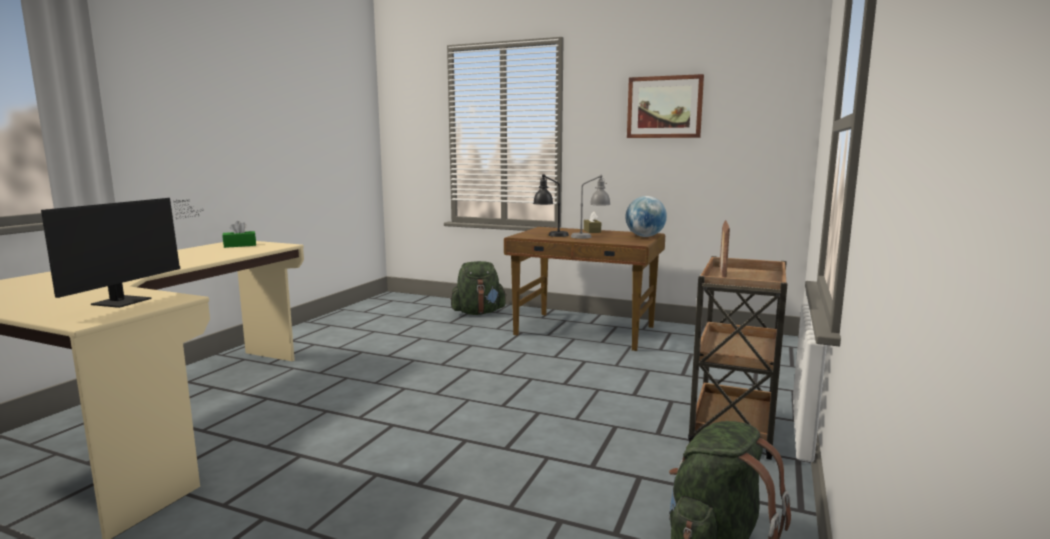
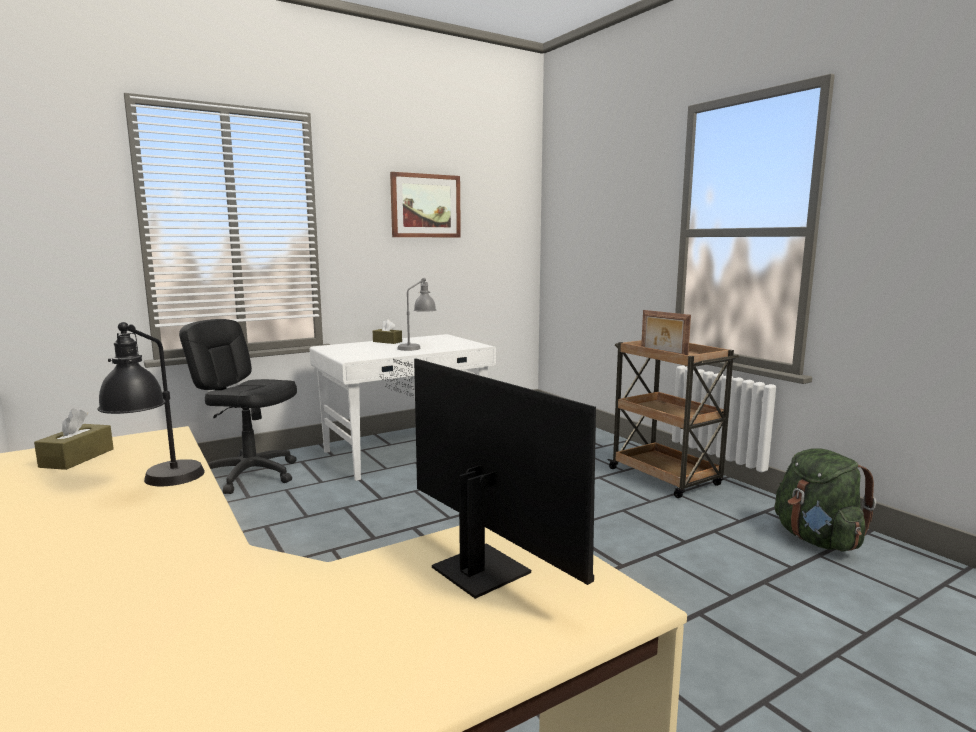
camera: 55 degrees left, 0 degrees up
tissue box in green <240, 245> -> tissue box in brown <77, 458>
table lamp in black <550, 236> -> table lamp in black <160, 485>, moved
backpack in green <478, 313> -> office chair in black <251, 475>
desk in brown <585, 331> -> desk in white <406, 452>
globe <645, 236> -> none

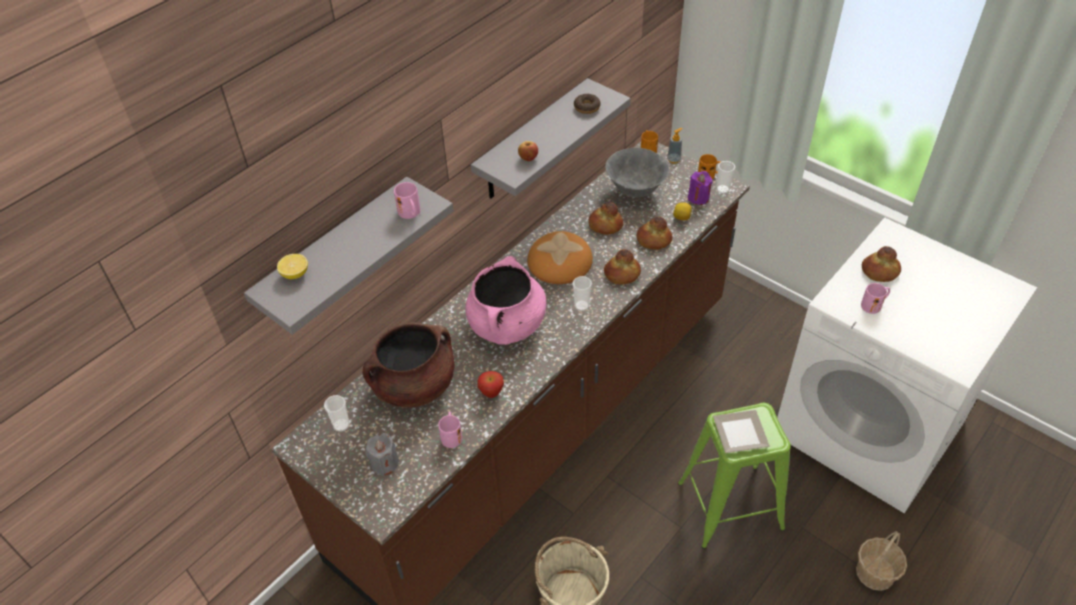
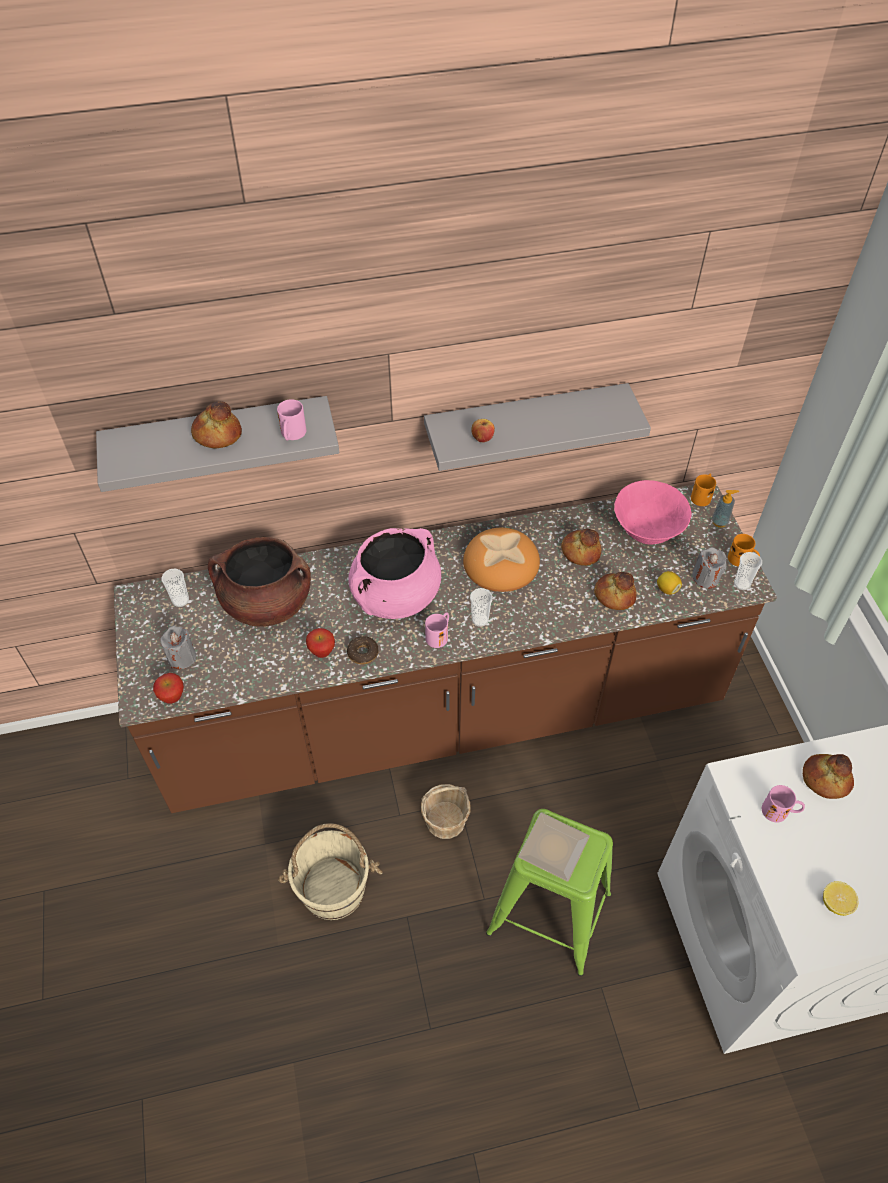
camera: 35 degrees right, 5 degrees up
none -> apple <173, 698>
bread <622, 274> -> bread <217, 435>, moved
donut <587, 107> -> donut <363, 653>, moved
basket <875, 572> -> basket <446, 820>, moved
mug in pink <451, 435> -> mug in pink <439, 635>, moved
bowl in grey <636, 190> -> bowl in pink <646, 533>
candle in purple <698, 197> -> candle in grey <706, 578>
lemon <295, 274> -> lemon <836, 903>, moved

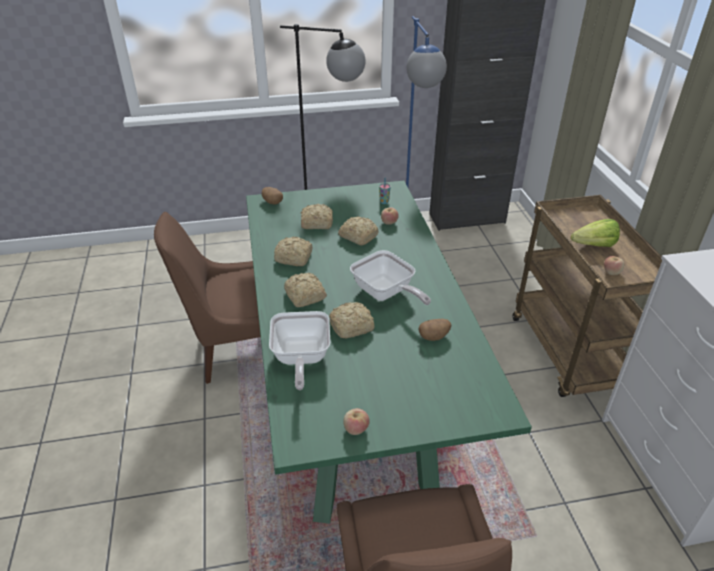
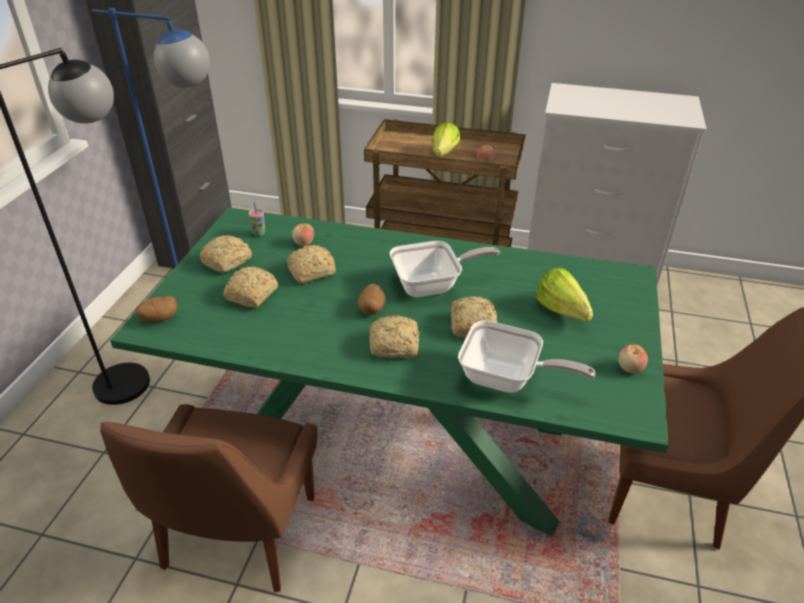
camera: 65 degrees left, 0 degrees up
bread <294, 258> -> bread <228, 261>, moved
potato <434, 336> -> potato <372, 308>, moved
none -> lettuce <564, 314>

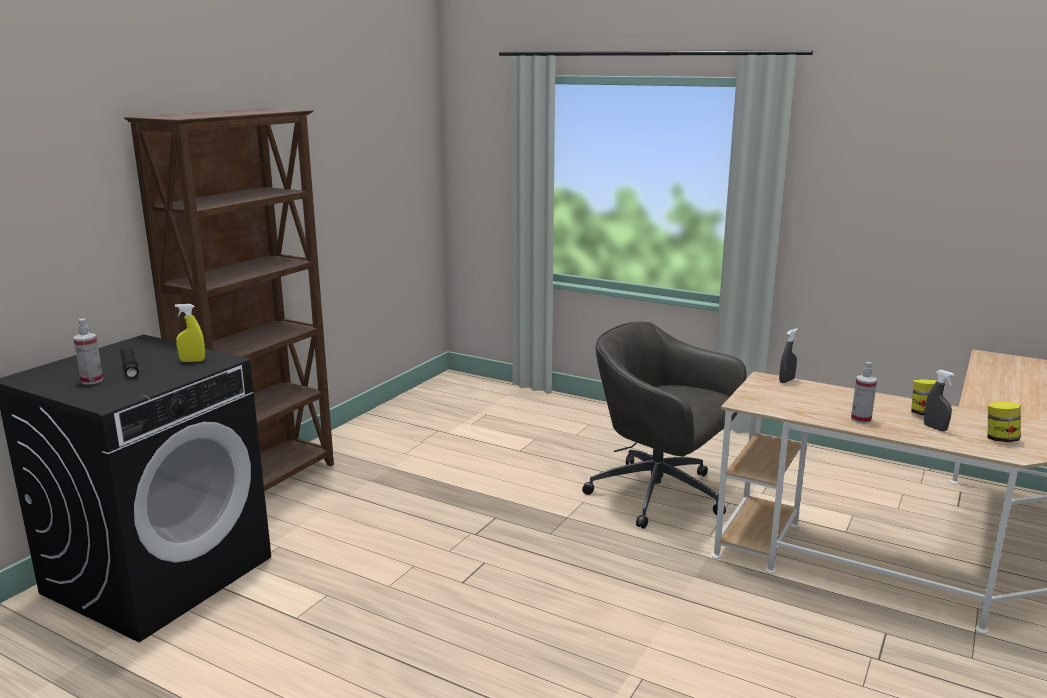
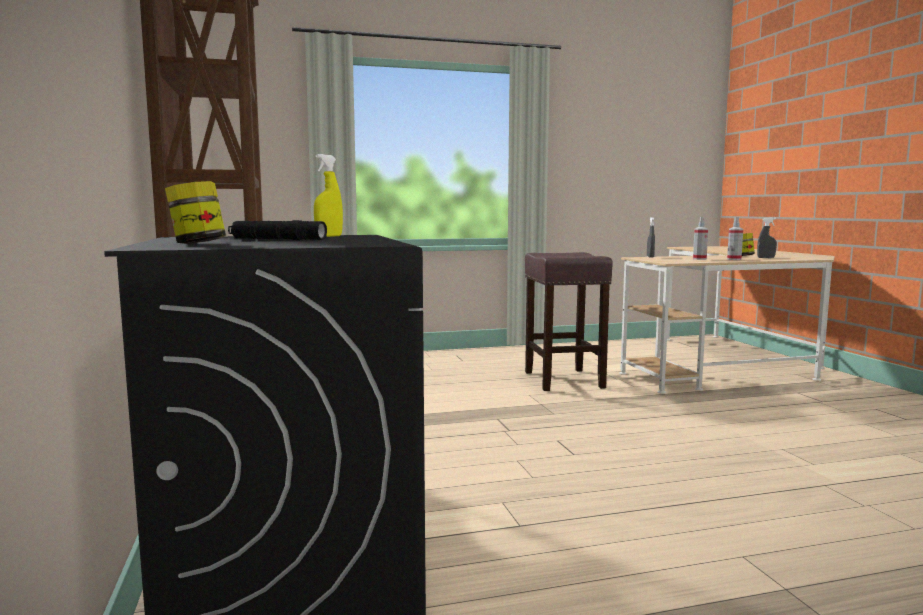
camera: 45 degrees left, 10 degrees down
jar <1000, 439> -> jar <198, 244>, moved
office chair in grey <660, 495> -> stool in brown <562, 379>
spray bottle <92, 381> -> spray bottle <699, 259>, moved

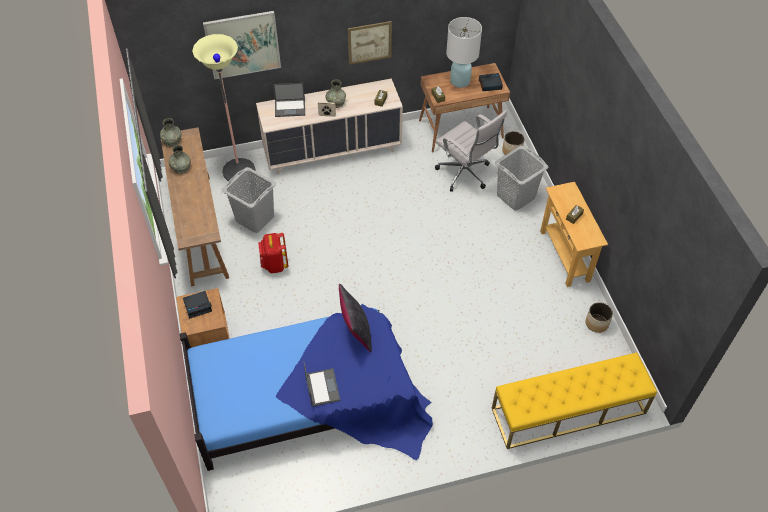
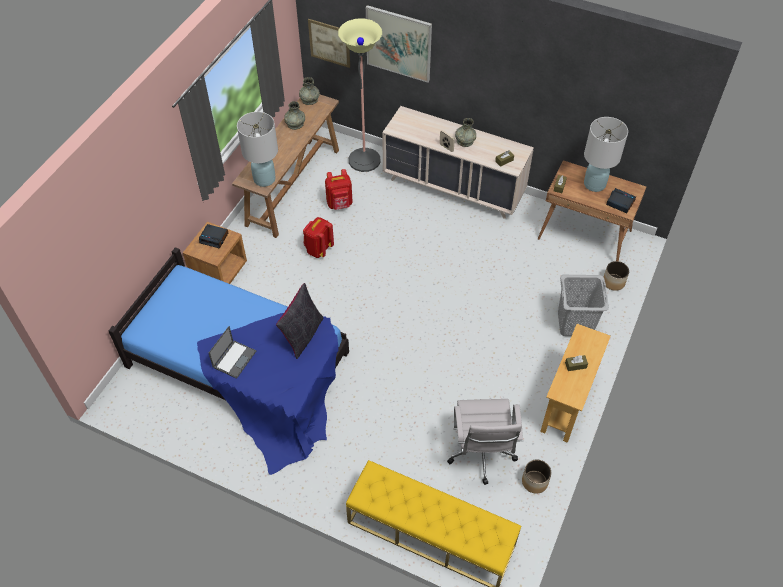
camera: 40 degrees right, 0 degrees up
none -> table lamp in white <264, 179>
picture <369, 42> -> picture <329, 43>, moved
laundry basket in grey <255, 218> -> backpack in red <340, 204>
office chair in white <465, 175> -> office chair in white <481, 455>, moved
laptop <290, 107> -> none

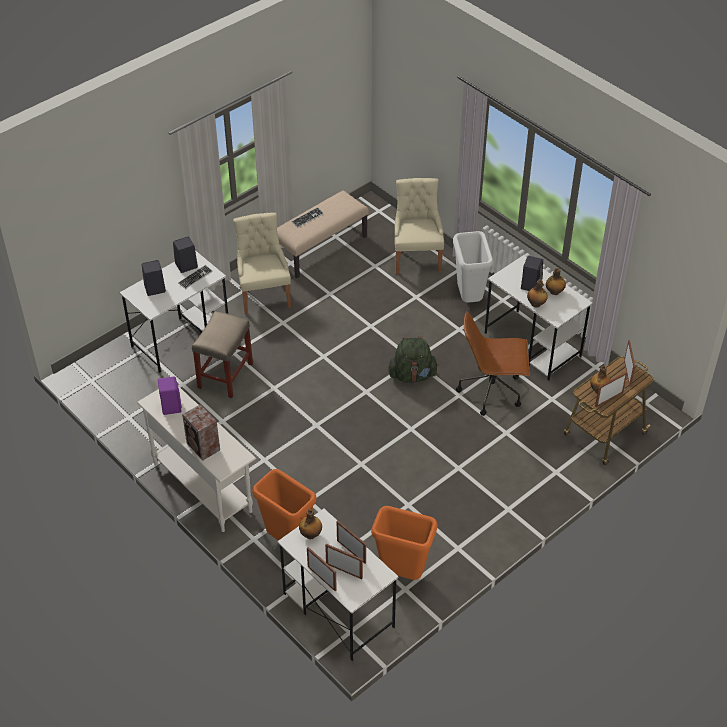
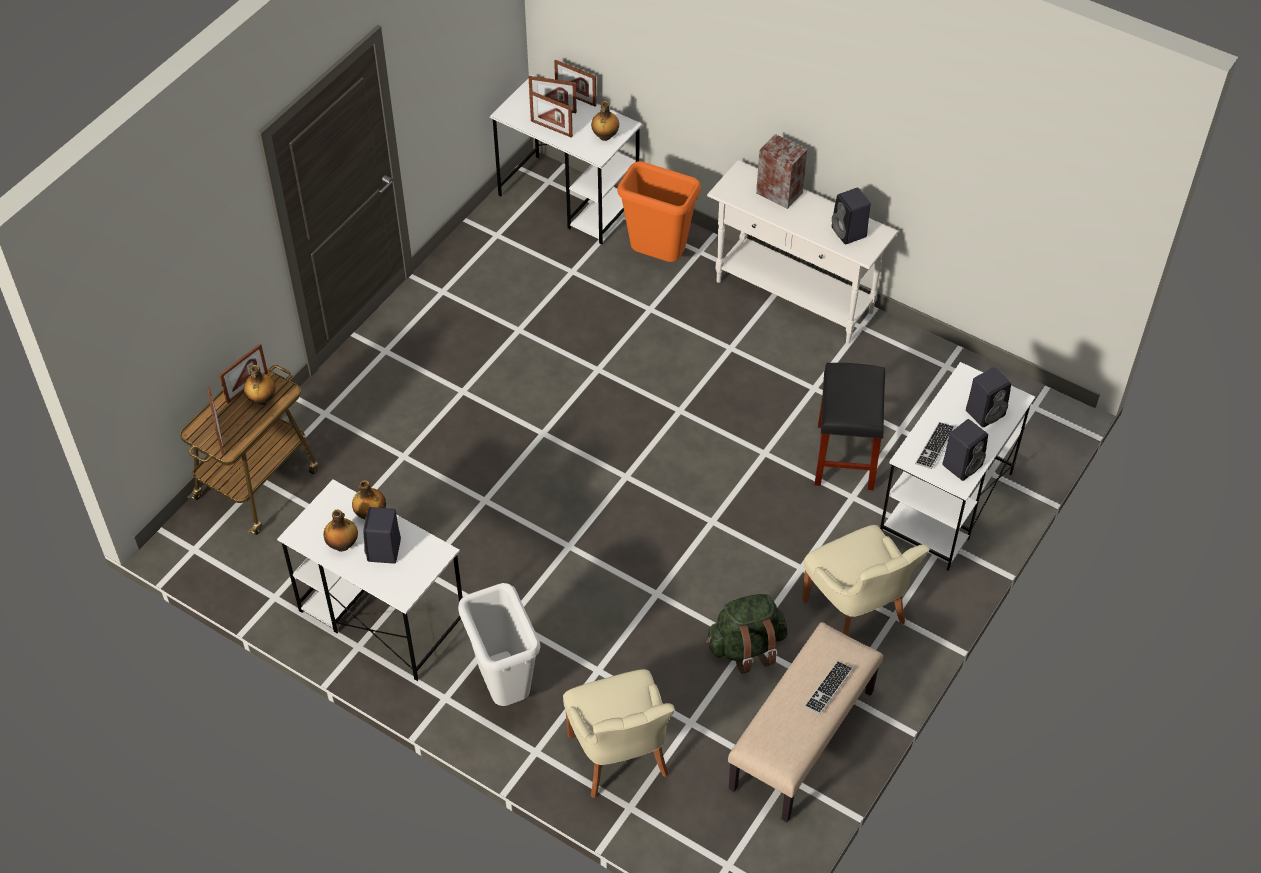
camera: 165 degrees right, 5 degrees up
backpack in green <412, 375> -> backpack in green <746, 647>, moved
stool in beige <225, 376> -> stool in black <845, 455>
speaker in purple <171, 406> -> speaker in black <849, 233>
trash can in orange <402, 574> -> none
office chair in brown <492, 391> -> none

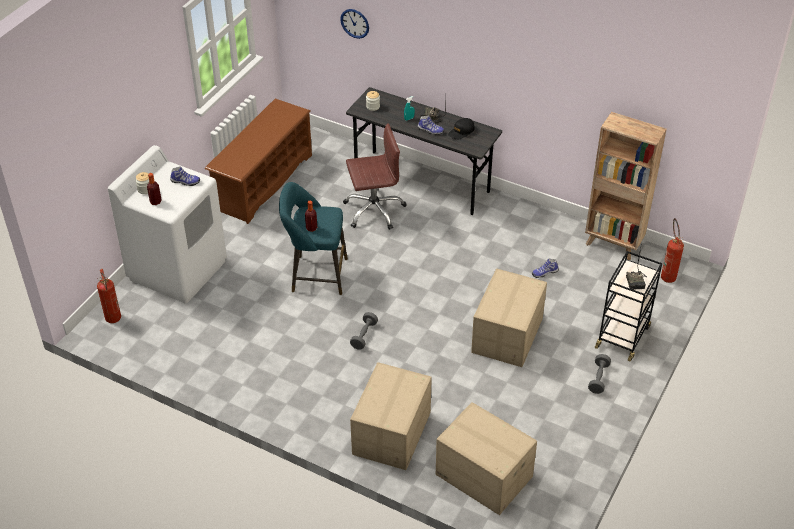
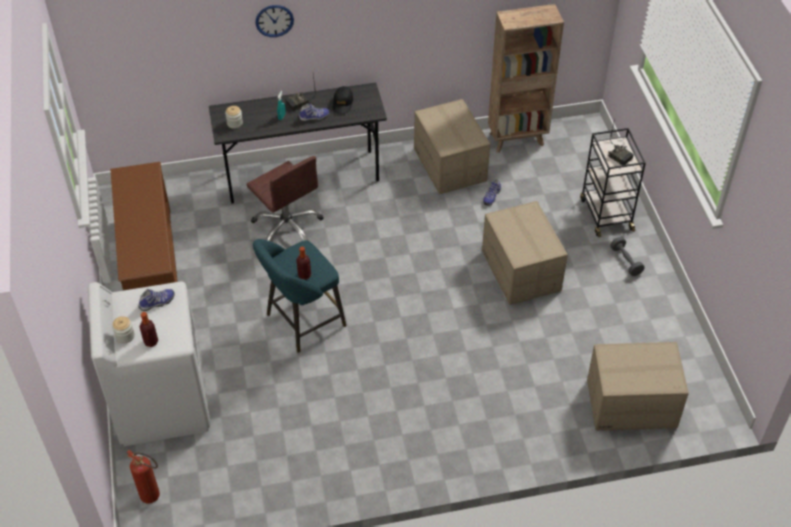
camera: 40 degrees left, 5 degrees up
office chair in brown <374, 210> -> office chair in brown <287, 228>, 105 degrees clockwise
wall clock <355, 23> -> wall clock <274, 20>, moved
cardboard box <392, 433> -> cardboard box <450, 165>, moved
dumbbell in grey <364, 335> -> none
fire extinguisher <667, 274> -> none

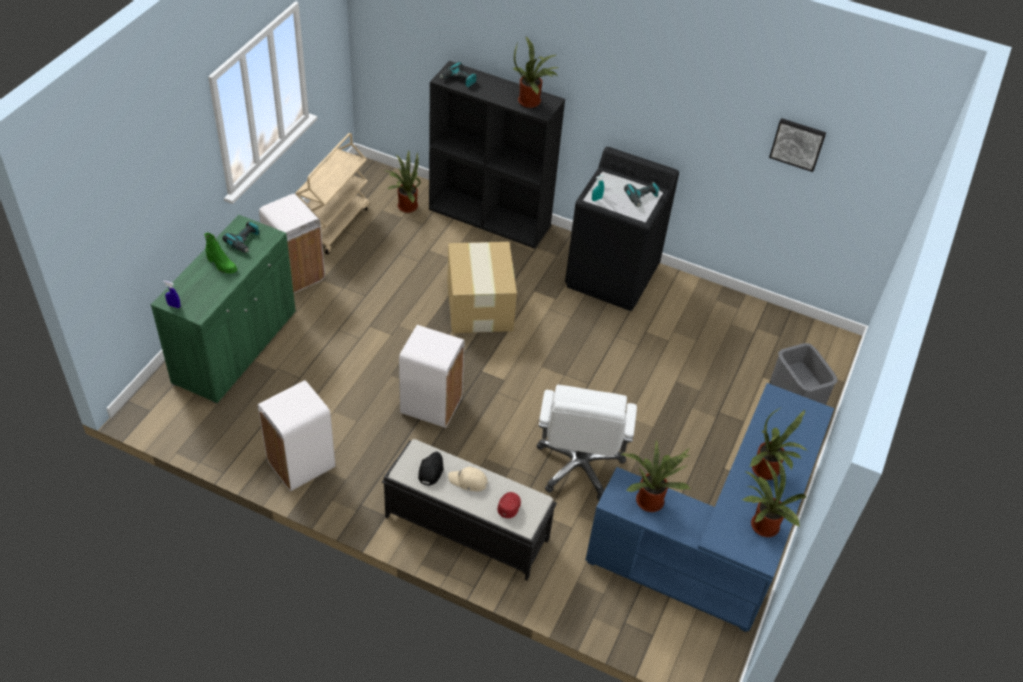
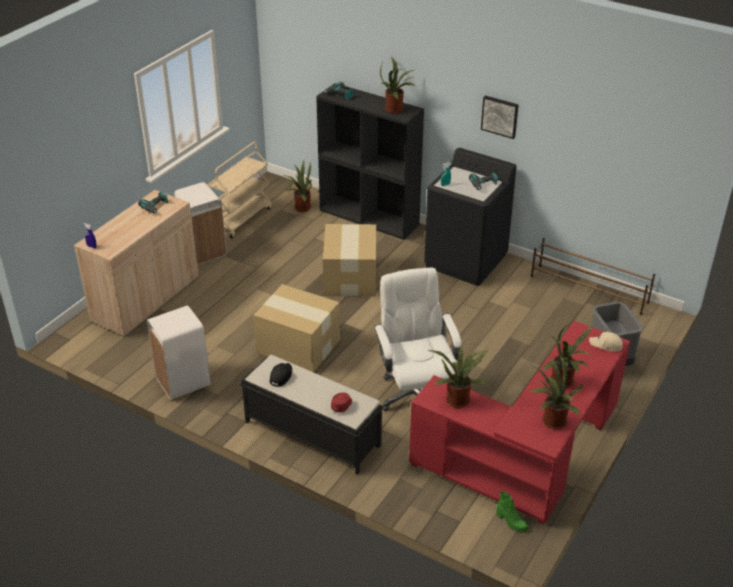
camera: 10 degrees right, 10 degrees down
cabinet in green <235, 347> -> cabinet in beige <146, 299>
trash can in white <431, 405> -> cardboard box <297, 345>
office chair in white <579, 466> -> office chair in white <415, 394>, 150 degrees clockwise
desk in blue <718, 542> -> desk in red <528, 456>
picture <797, 143> -> picture <500, 116>, moved
boot in green <221, 265> -> boot in green <511, 522>, moved
none -> shoe rack in brown <589, 289>
cap in beige <468, 481> -> cap in beige <606, 345>, moved

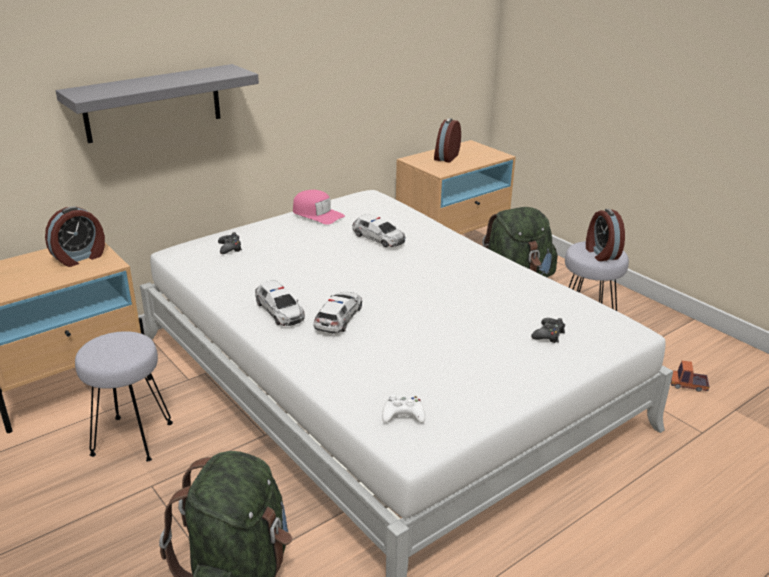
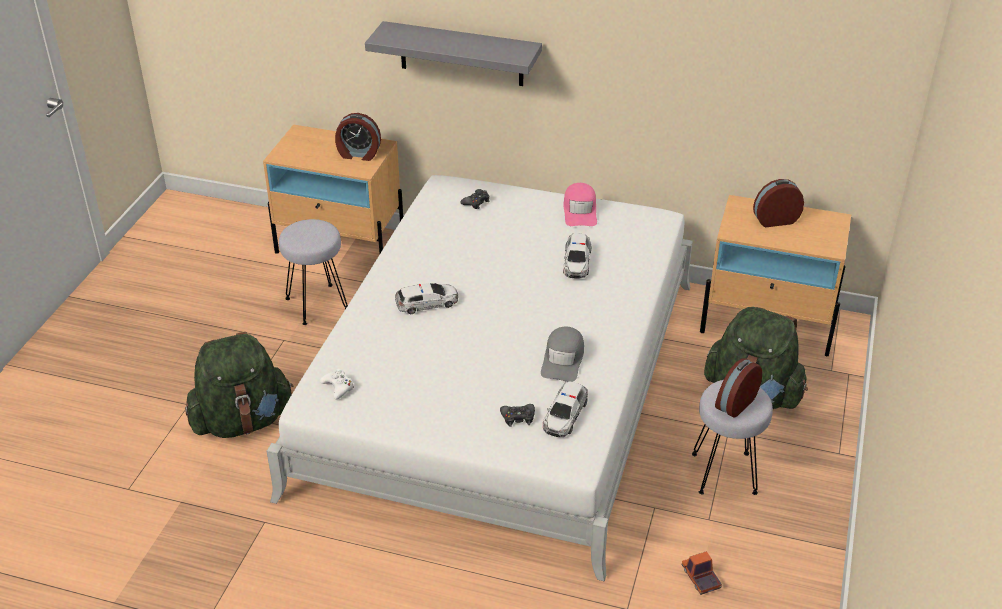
camera: 55 degrees right, 10 degrees up
none -> cap in grey <563, 360>
toy car <280, 311> -> toy car <565, 415>, moved

